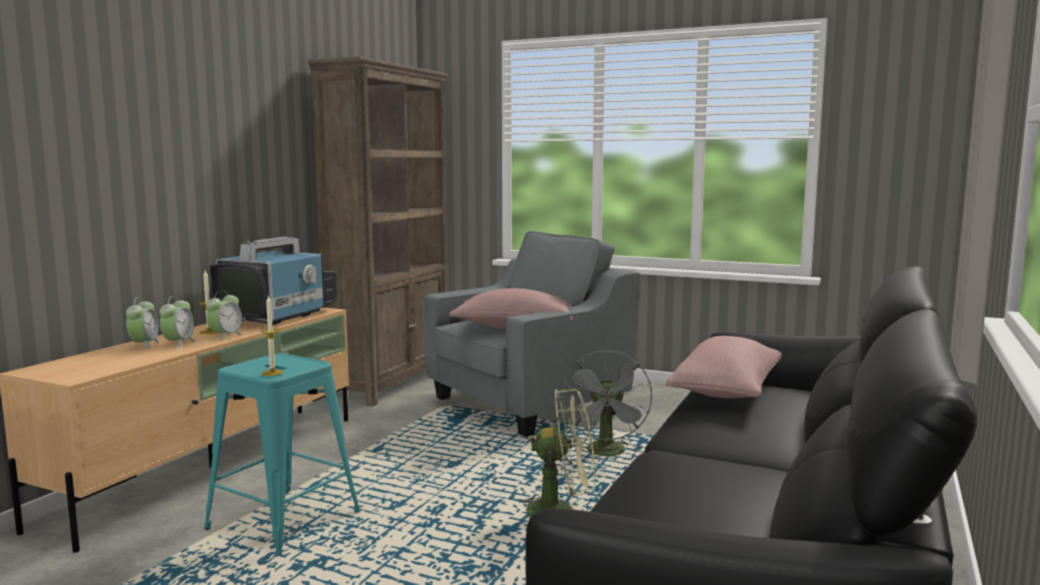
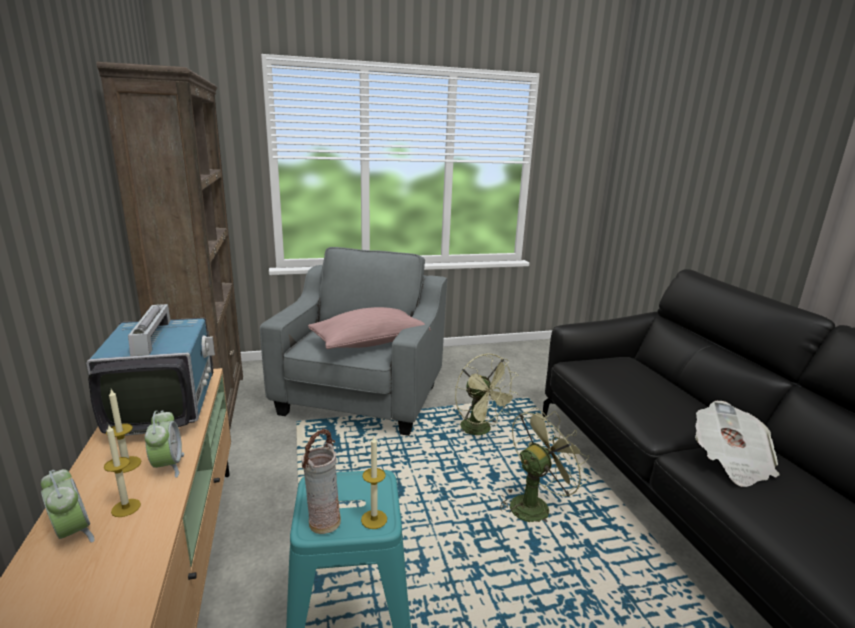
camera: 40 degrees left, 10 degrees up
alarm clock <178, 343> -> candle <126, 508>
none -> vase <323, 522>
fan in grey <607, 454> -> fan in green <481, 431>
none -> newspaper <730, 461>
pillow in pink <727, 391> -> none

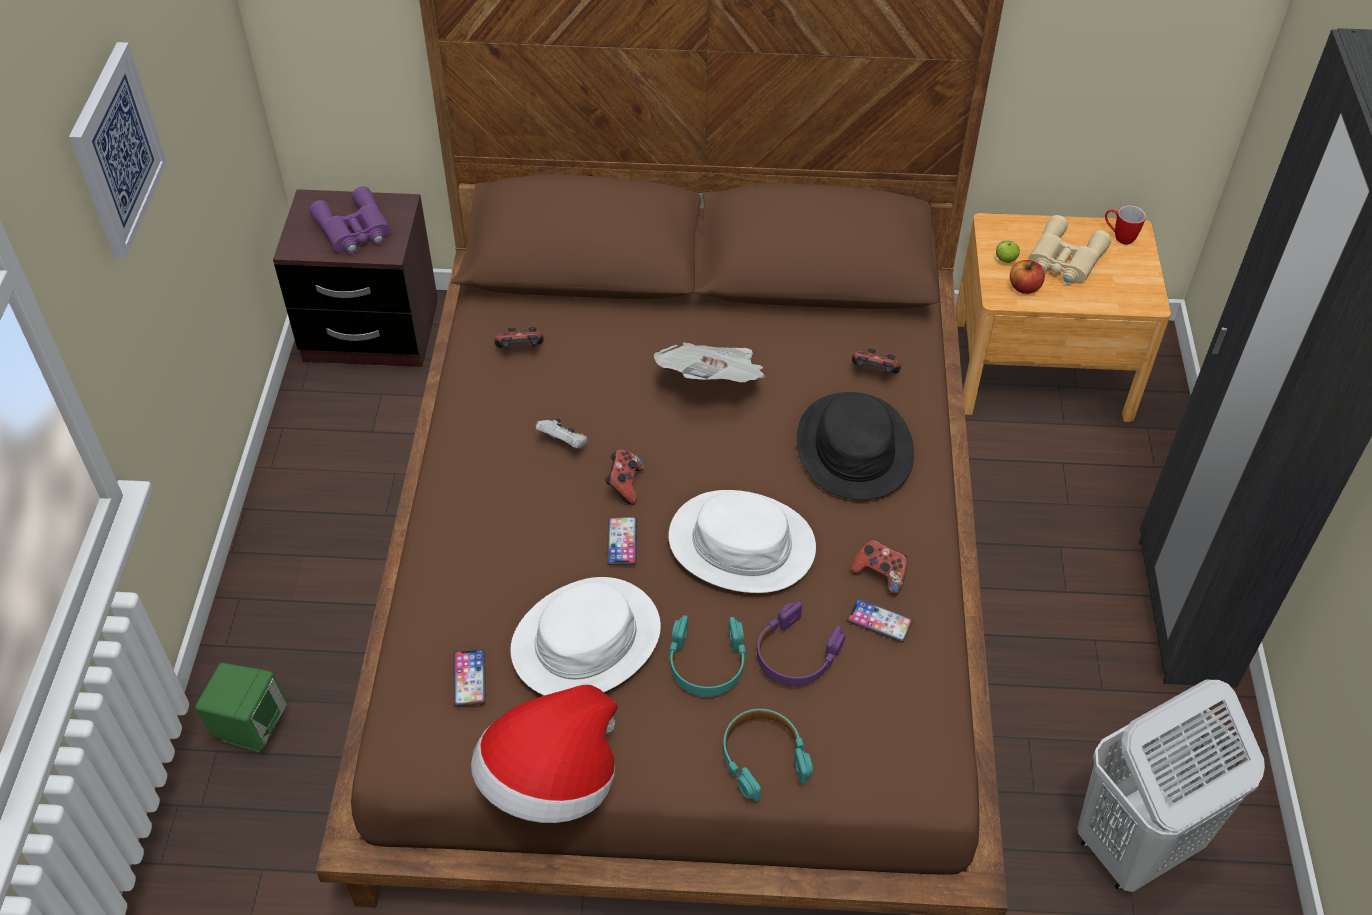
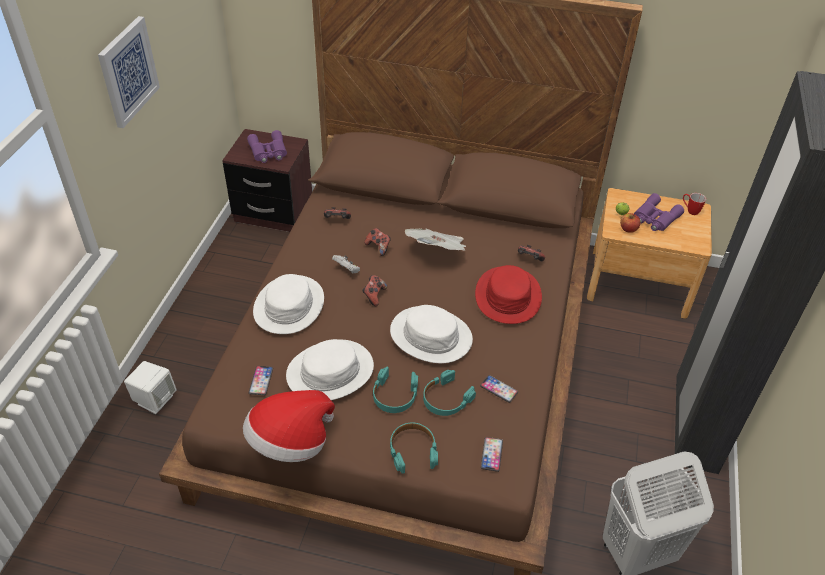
camera: 10 degrees right, 5 degrees down
speaker in green <250, 726> -> speaker in white <155, 399>
none -> hat in white <288, 305>
game controller <880, 574> -> game controller <378, 247>, moved
headphones in purple <795, 654> -> headphones in turquoise <446, 399>
hat in black <854, 448> -> hat in red <507, 296>
phone <622, 542> -> phone <491, 454>, moved
binoculars in beige <1064, 259> -> binoculars in purple <655, 218>

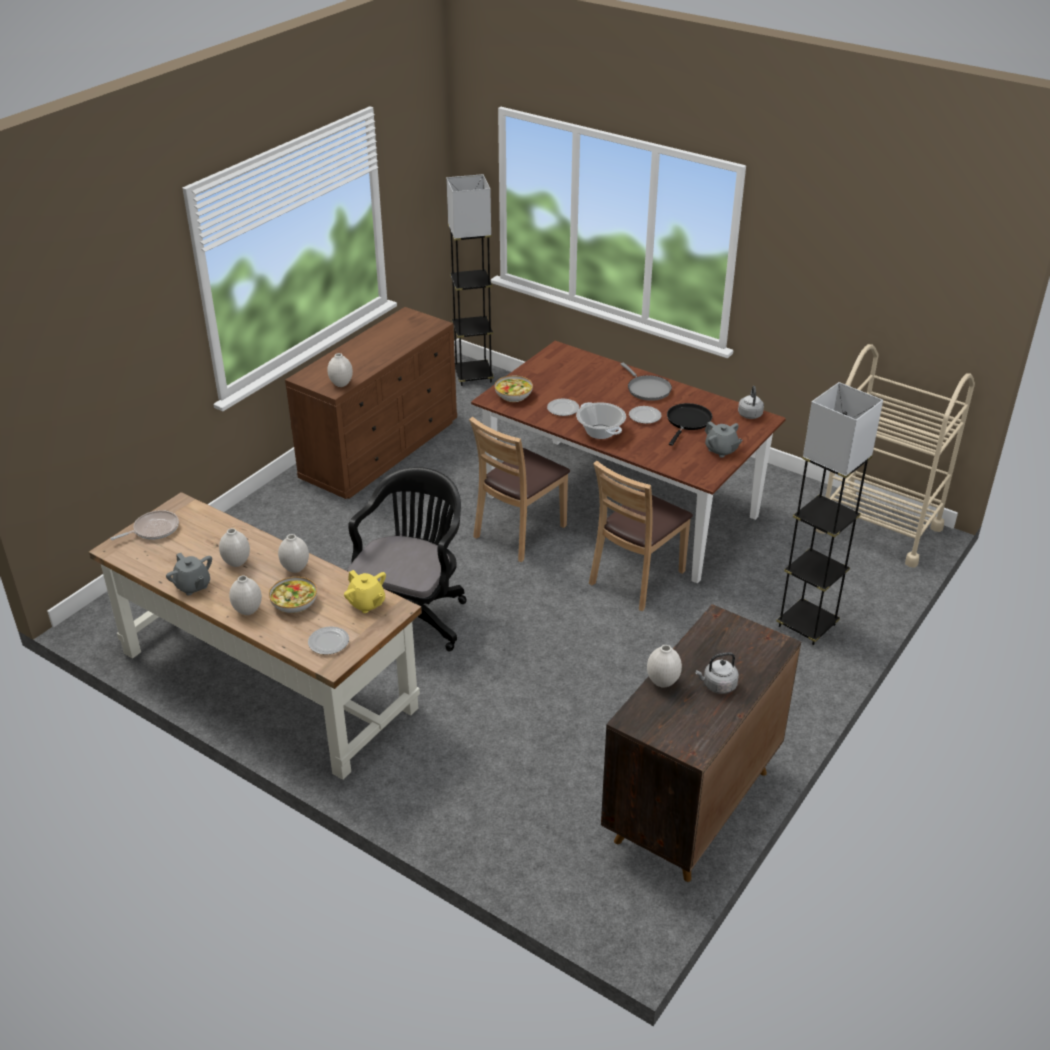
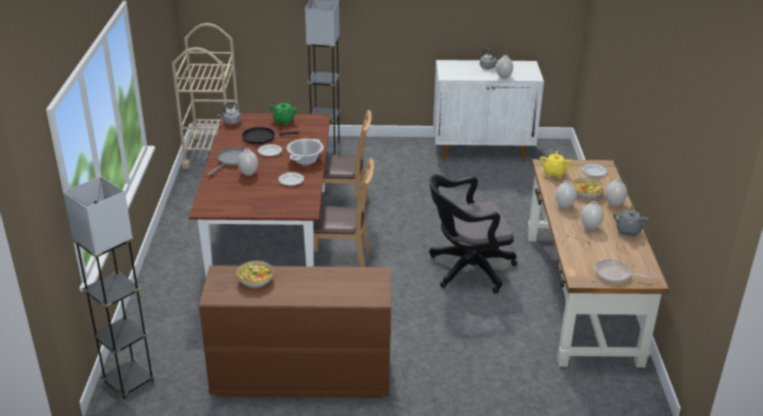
camera: 125 degrees left, 5 degrees down
bowl <513, 395> -> bowl <255, 280>, moved
vase in white <341, 384> -> vase in white <248, 173>, moved
teapot in grey <721, 450> -> teapot in green <284, 121>
cabinet in brown <691, 807> -> cabinet in white <483, 149>

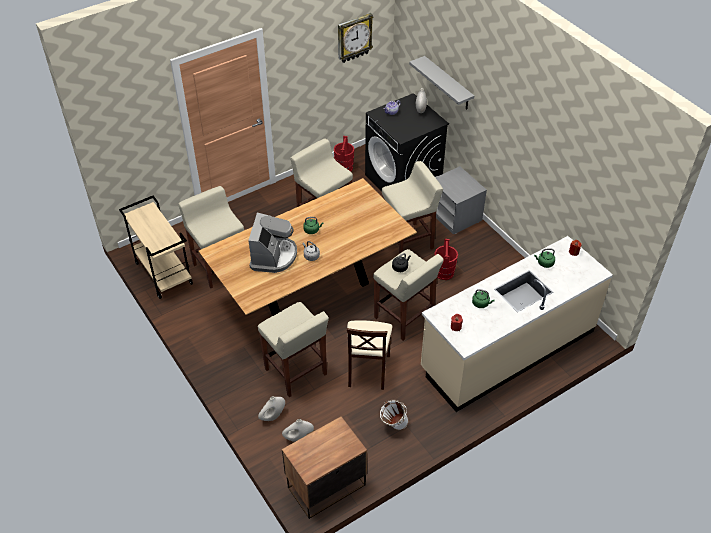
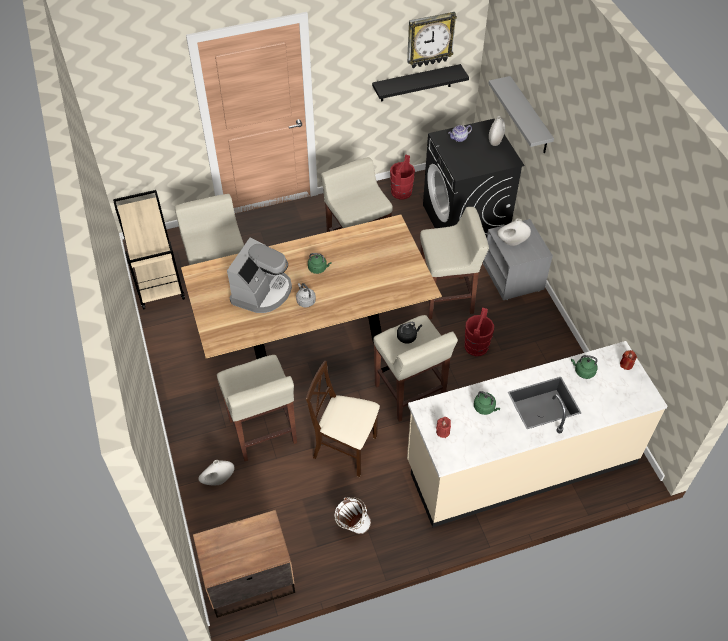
camera: 15 degrees right, 5 degrees up
chair in beige <367, 370> -> chair in beige <345, 448>, 90 degrees clockwise
none -> shelf in black <416, 83>
vase in white <298, 438> -> vase in white <512, 242>, moved

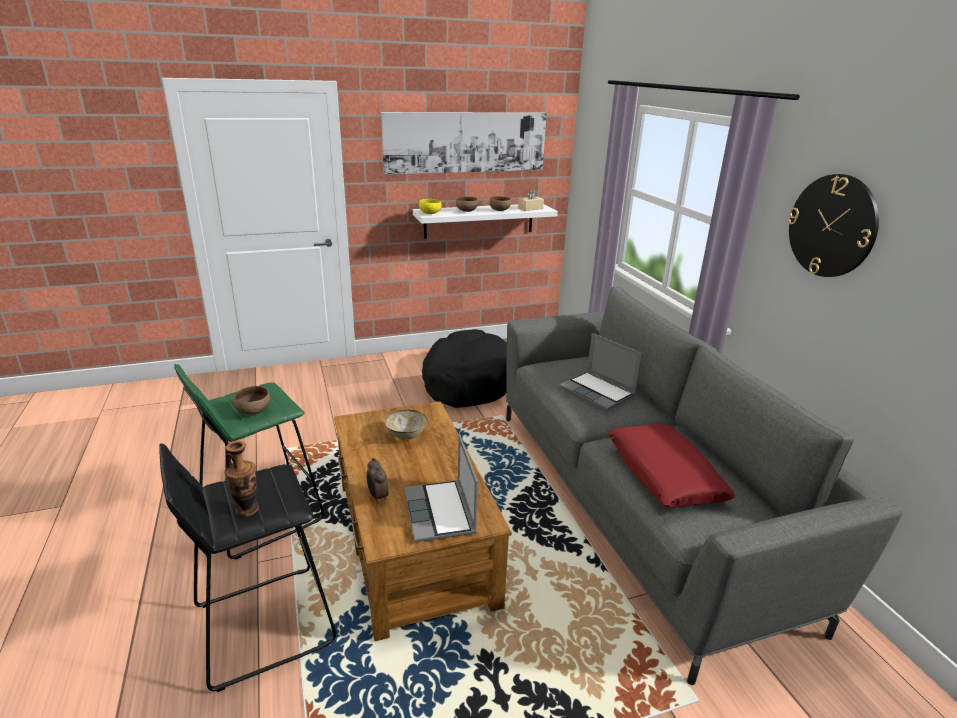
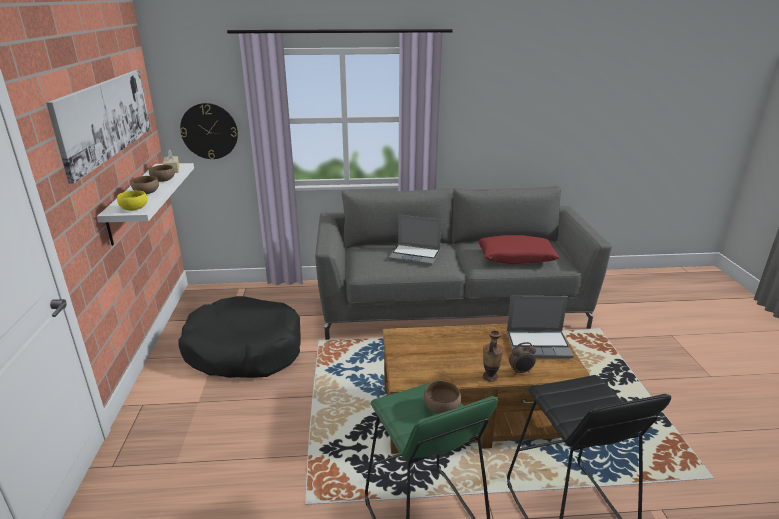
camera: 75 degrees left, 0 degrees up
wall clock <832, 226> -> wall clock <209, 131>, moved
laptop <598, 392> -> laptop <415, 255>, 45 degrees clockwise
vase <247, 510> -> vase <490, 377>, moved
bowl <406, 434> -> none

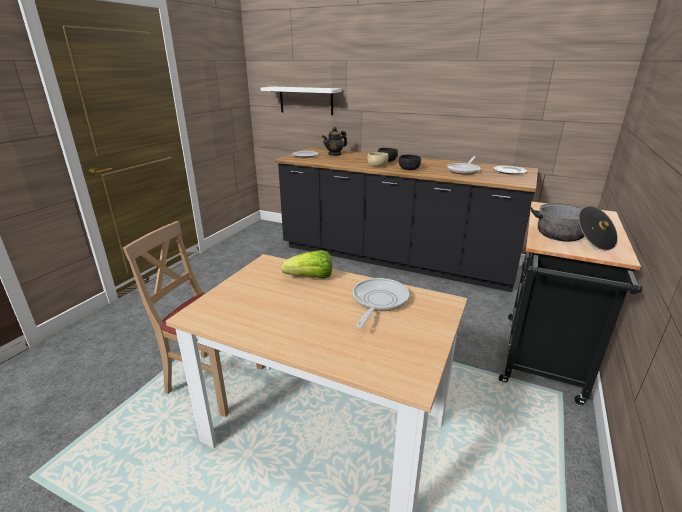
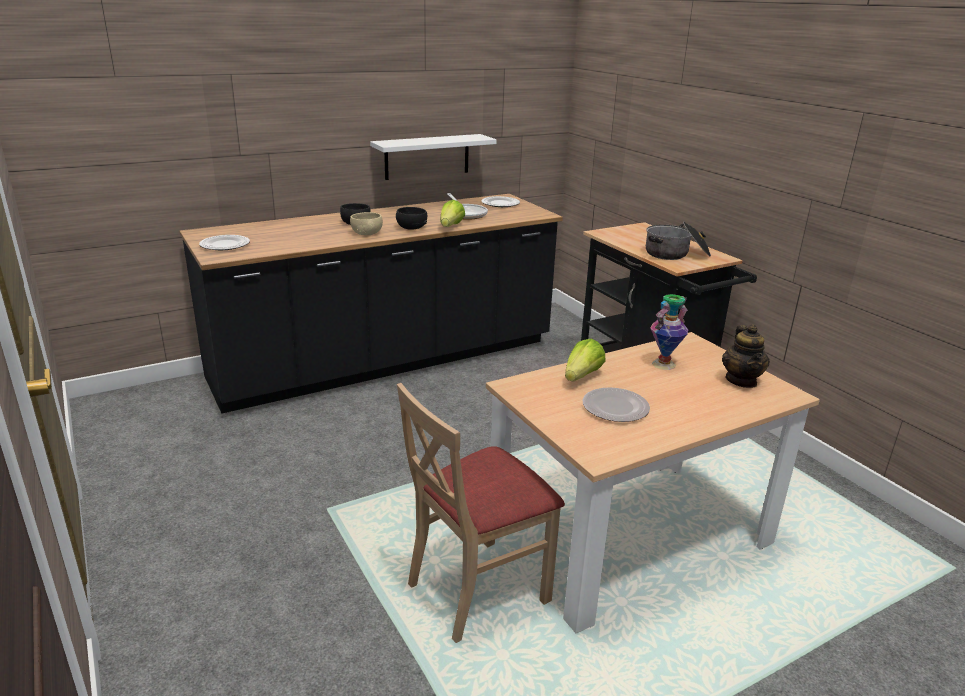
camera: 55 degrees left, 0 degrees up
shelf in white <306, 100> -> shelf in white <427, 156>, moved
none -> lettuce <451, 227>
none -> plate <615, 408>
frying pan <378, 302> -> vase <664, 364>
teapot <335, 154> -> teapot <741, 380>, moved

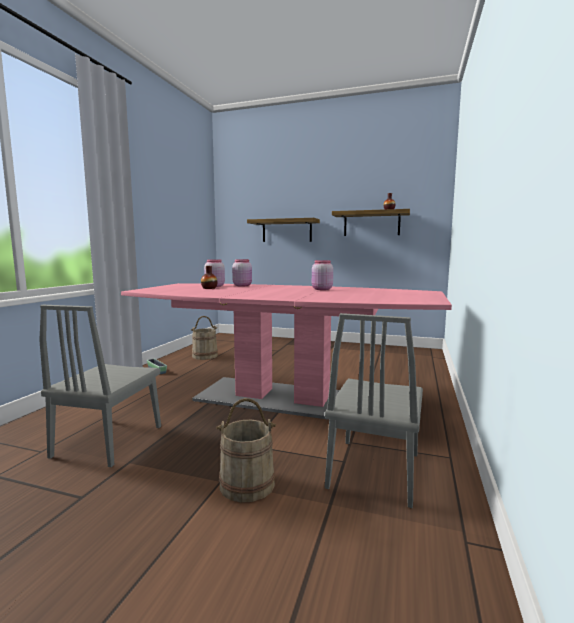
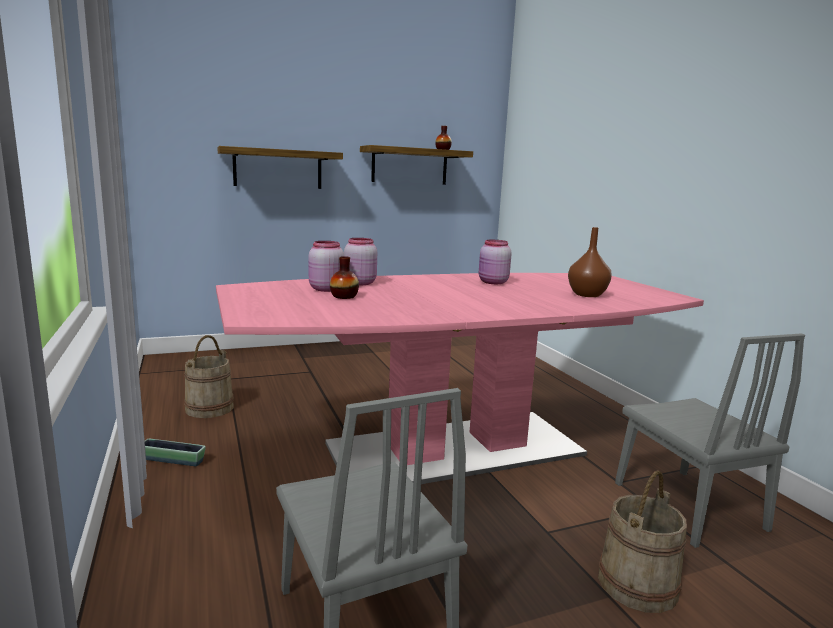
camera: 40 degrees left, 5 degrees up
none -> vase in brown <586, 294>

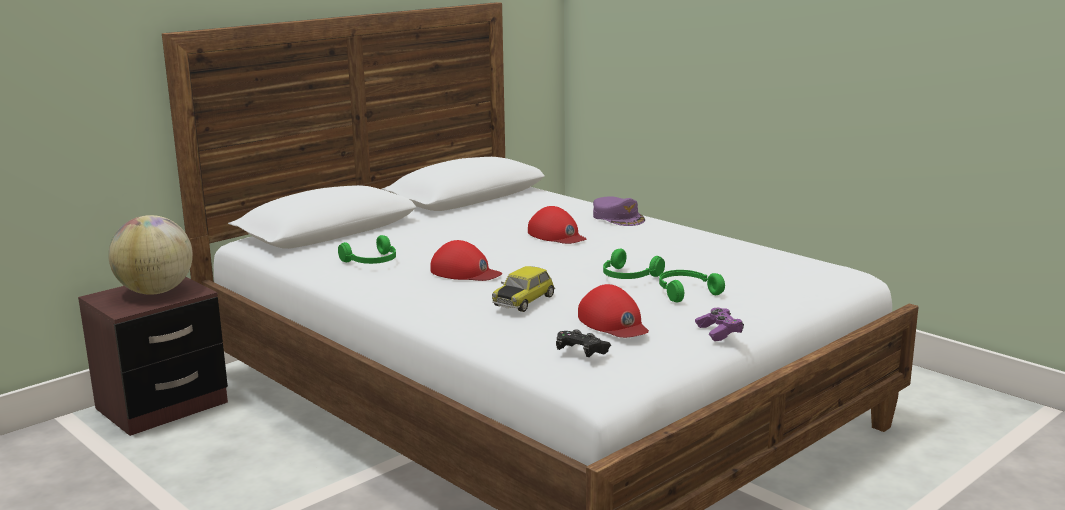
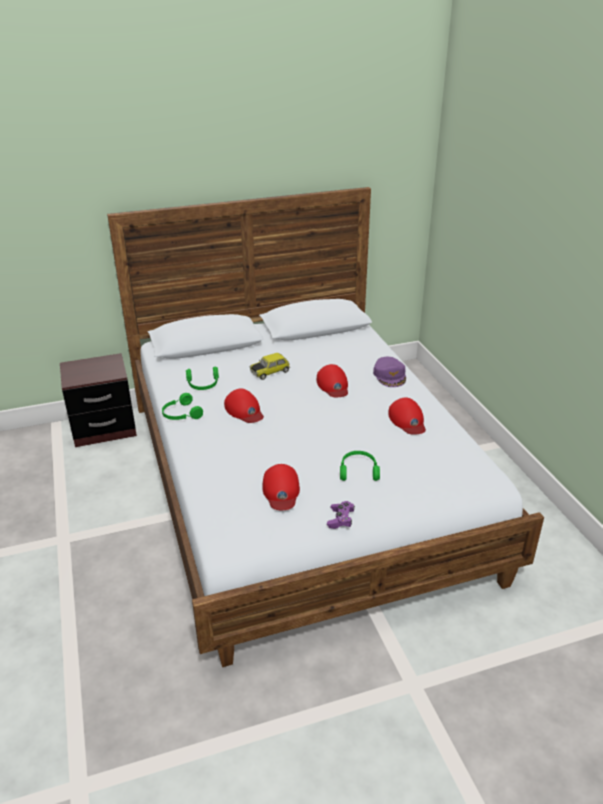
camera: 25 degrees right, 15 degrees up
headphones in green <628, 277> -> headphones in green <181, 414>, moved
toy car <523, 301> -> toy car <270, 372>, moved
none -> cap in red <407, 420>
globe <156, 292> -> none
game controller in black <582, 352> -> none

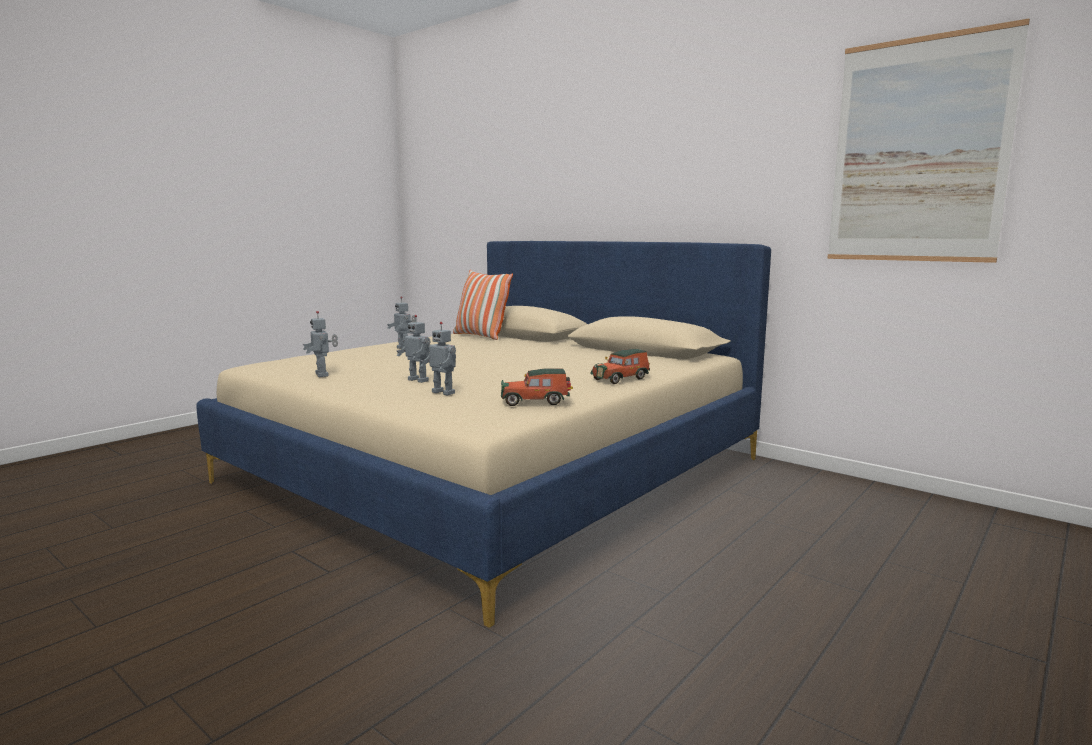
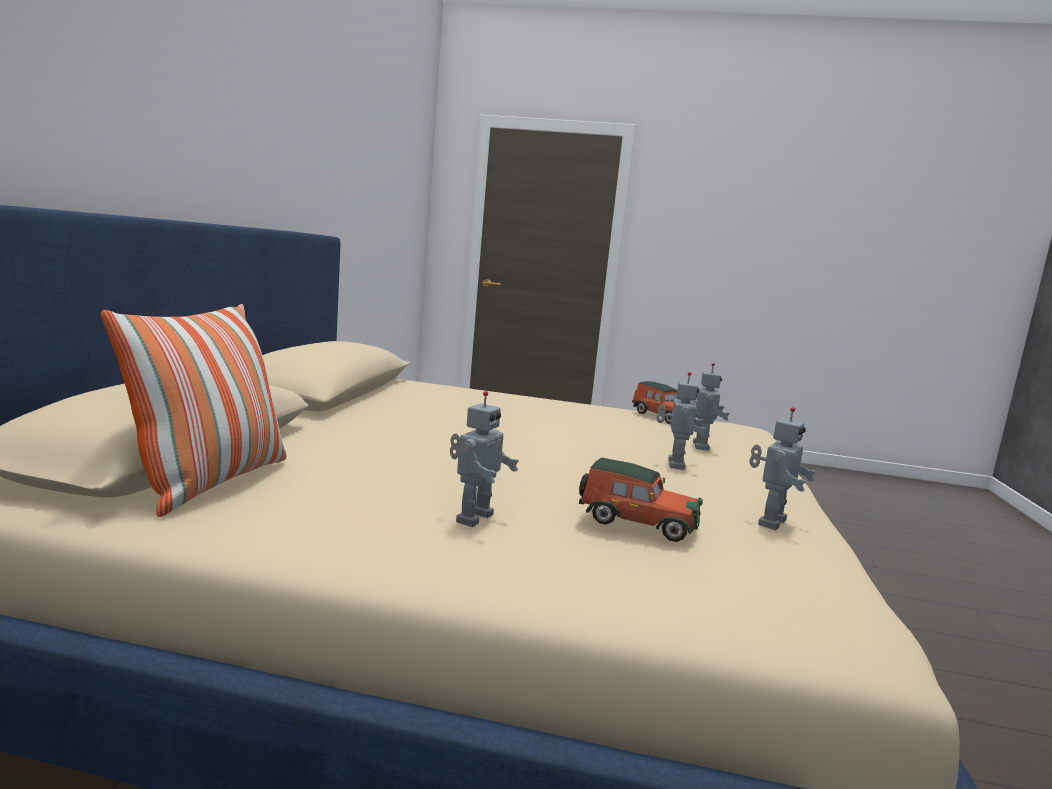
camera: 120 degrees left, 0 degrees up
toy car <621, 379> -> toy car <635, 522>, moved
picture <918, 151> -> none

